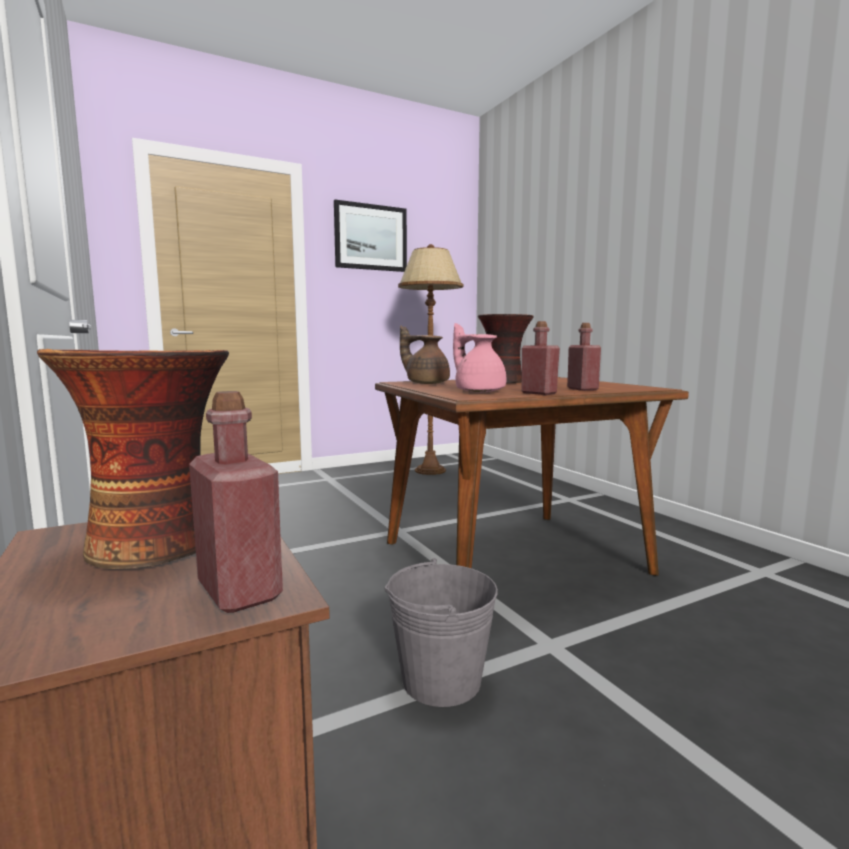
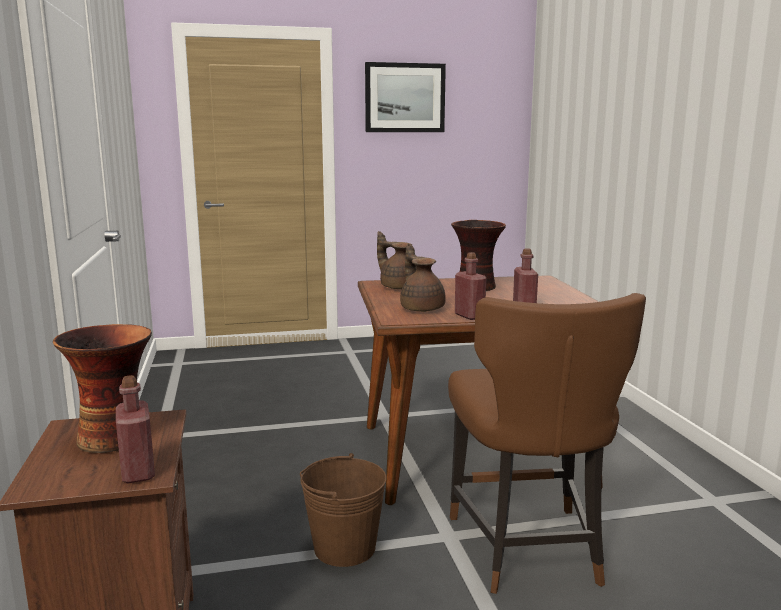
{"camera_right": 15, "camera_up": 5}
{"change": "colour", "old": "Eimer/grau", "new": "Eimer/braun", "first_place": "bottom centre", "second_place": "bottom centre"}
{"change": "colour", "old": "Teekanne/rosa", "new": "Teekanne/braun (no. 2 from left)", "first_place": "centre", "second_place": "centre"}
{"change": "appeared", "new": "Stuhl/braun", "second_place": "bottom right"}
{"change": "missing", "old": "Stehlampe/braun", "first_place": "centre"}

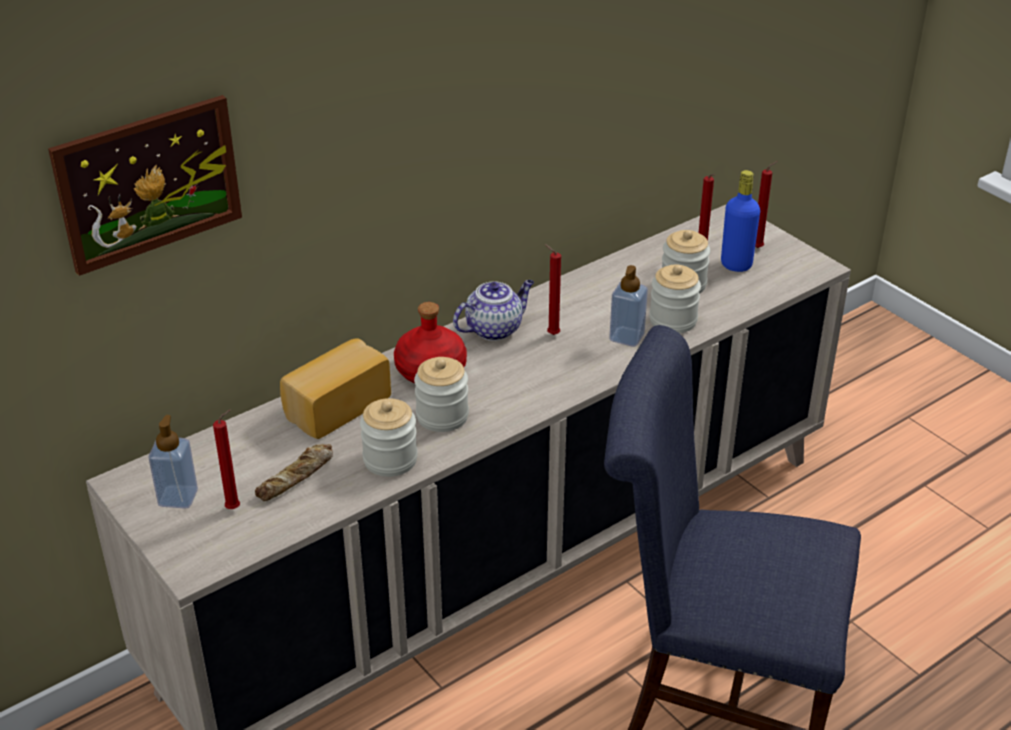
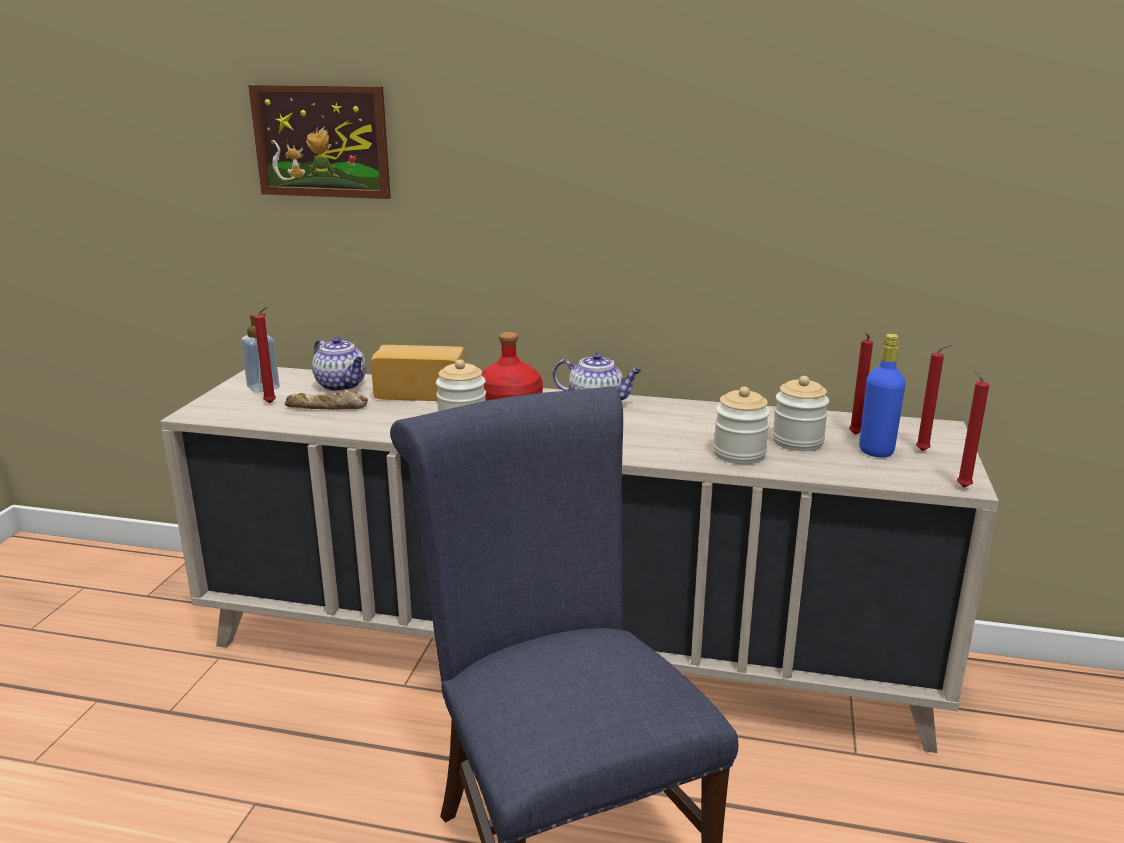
{"camera_right": 50, "camera_up": -15}
{"change": "appeared", "new": "Teekanne (no. 1 from left)", "second_place": "middle left"}
{"change": "relocated", "old": "Kerze/rot (no. 2 from left in the first image)", "new": "Kerze/rot (no. 4 from left)", "first_place": "centre", "second_place": "middle right"}
{"change": "missing", "old": "Vorratsglas (no. 1 from left)", "first_place": "centre"}
{"change": "missing", "old": "Seifenspender (no. 2 from left)", "first_place": "centre"}

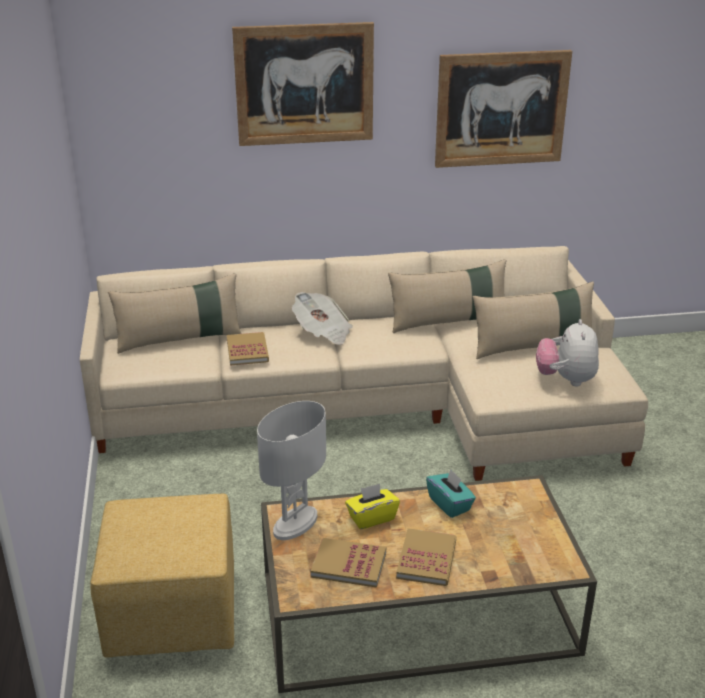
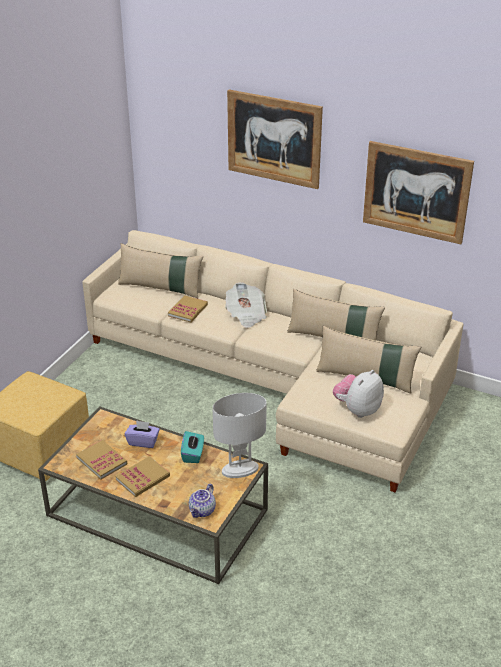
{"camera_right": 35, "camera_up": 5}
{"change": "colour", "old": "Taschentuchbox/gelb", "new": "Taschentuchbox/lila", "first_place": "bottom centre", "second_place": "middle left"}
{"change": "appeared", "new": "Teekanne", "second_place": "bottom centre"}
{"change": "relocated", "old": "Tischlampe/weiß", "first_place": "bottom centre", "second_place": "centre"}

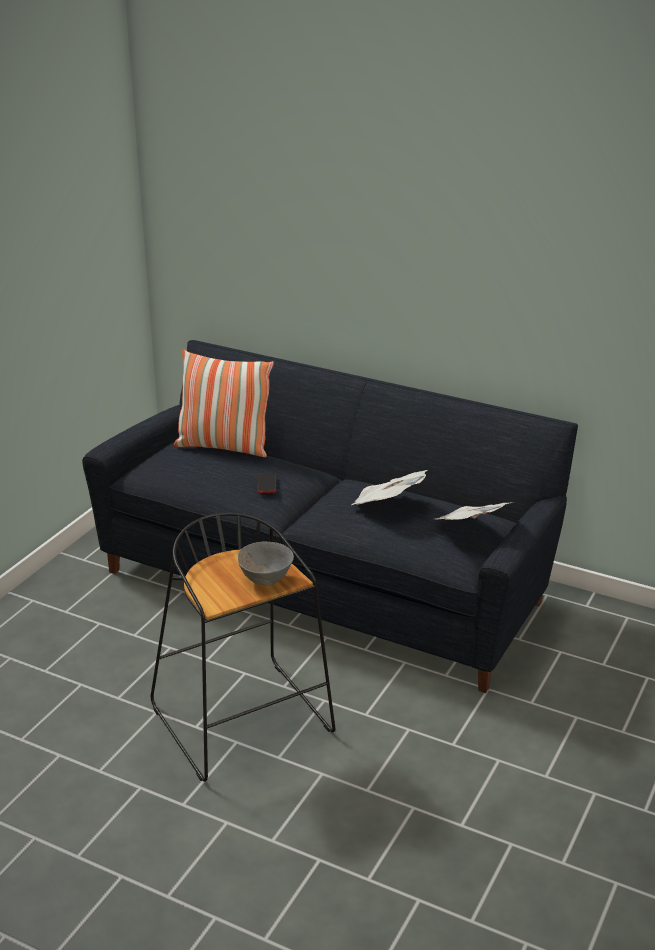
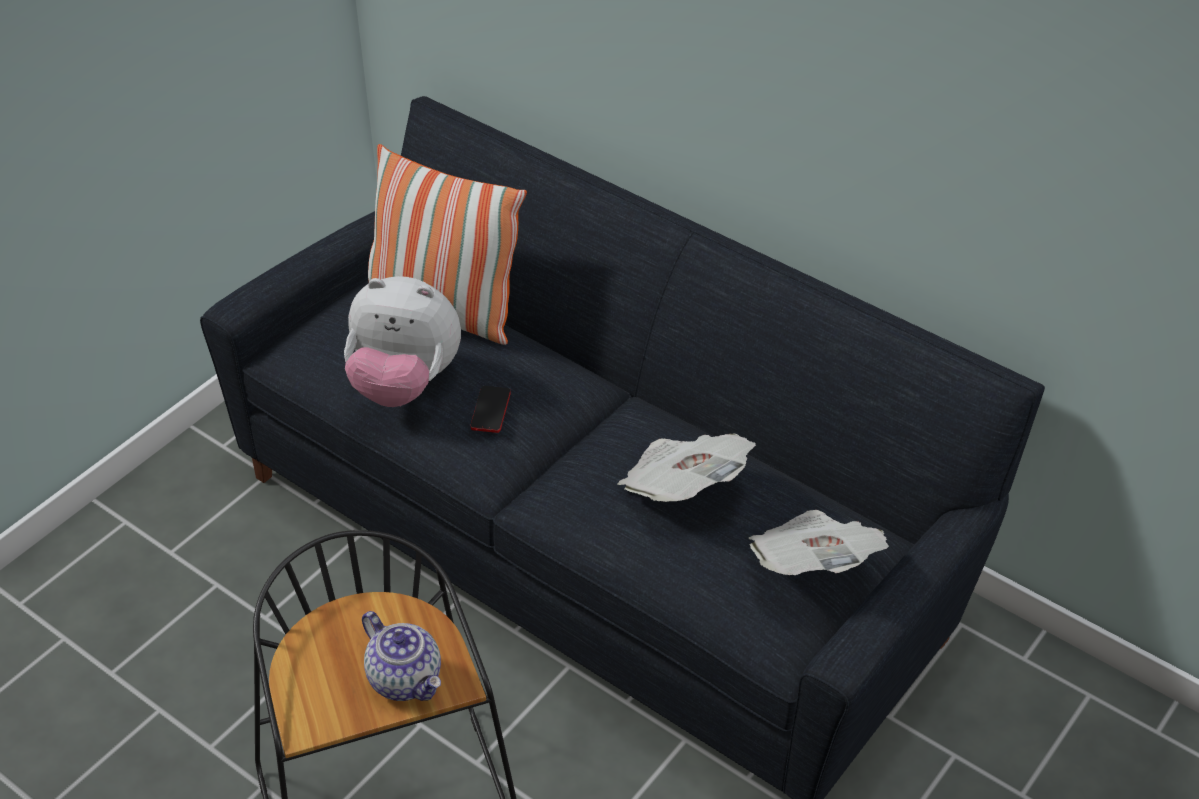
{"camera_right": 10, "camera_up": 15}
{"change": "appeared", "new": "Plüschtier", "second_place": "centre"}
{"change": "exchanged", "old": "Schüssel/grau", "new": "Teekanne", "first_place": "centre", "second_place": "bottom centre"}

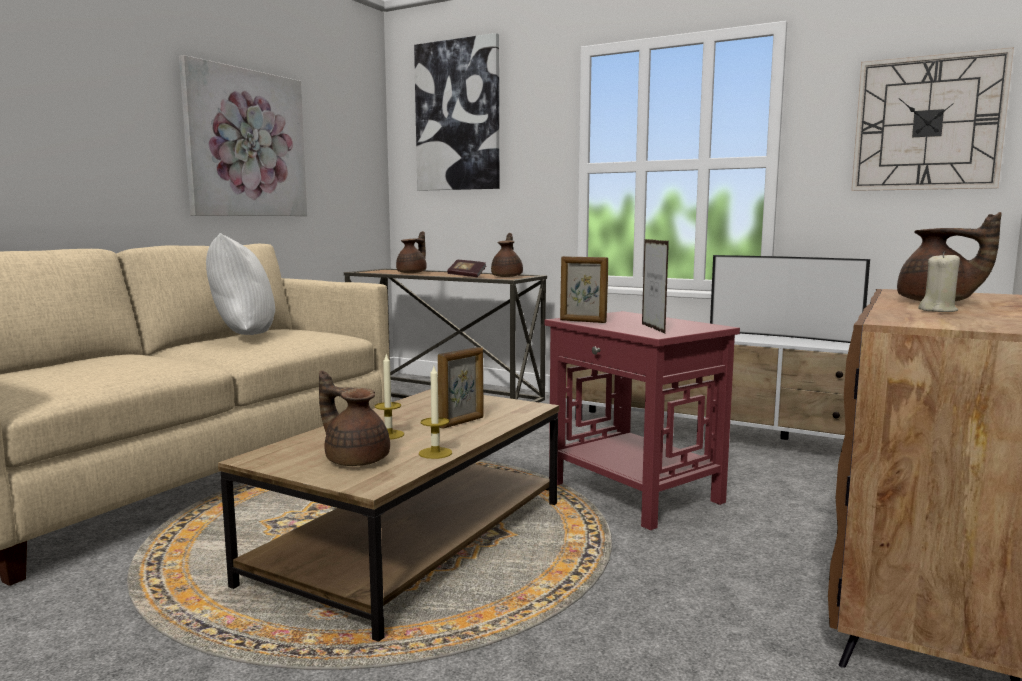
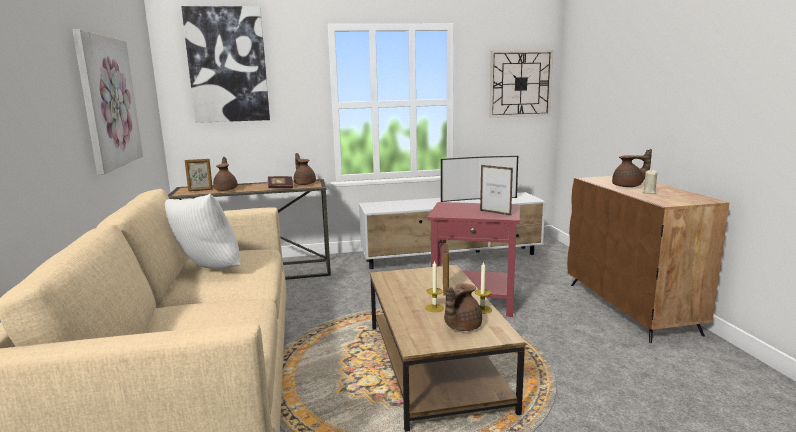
{"camera_right": -40, "camera_up": 5}
{"change": "relocated", "old": "Bilderrahmen (no. 2 from left in the first image)", "new": "Bilderrahmen (no. 1 from left)", "first_place": "centre", "second_place": "middle left"}
{"change": "spun", "old": "Teekanne/braun (no. 1 from left in the first image)", "first_place": "centre", "second_place": "bottom centre", "degrees": -45}

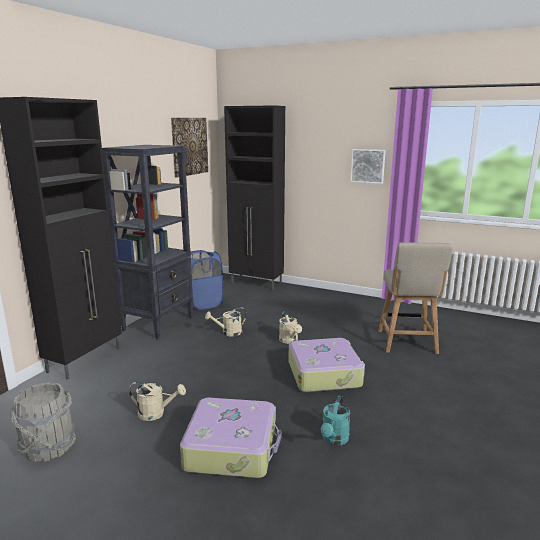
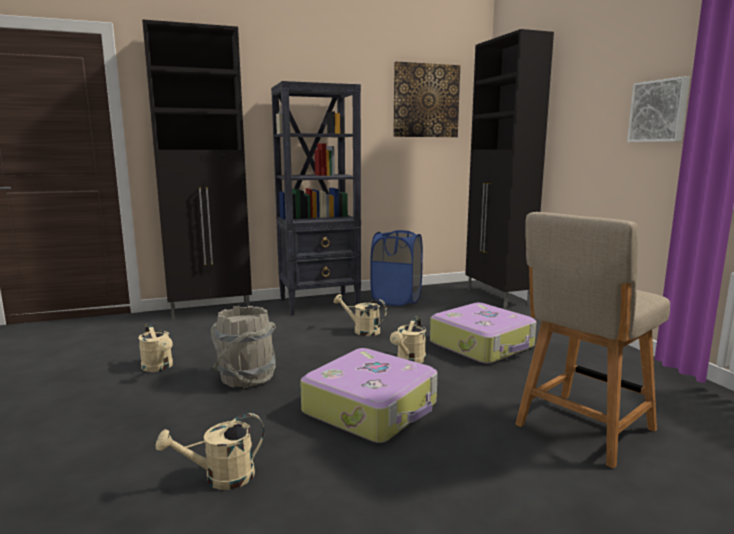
{"camera_right": 45, "camera_up": -5}
{"change": "colour", "old": "Gießkanne/türkis", "new": "Gießkanne/beige (no. 2 from left)", "first_place": "bottom centre", "second_place": "bottom left"}
{"change": "relocated", "old": "Eimer/grau", "first_place": "bottom left", "second_place": "middle left"}
{"change": "relocated", "old": "Koffer (no. 1 from left in the first image)", "new": "Koffer (no. 2 from left)", "first_place": "bottom centre", "second_place": "centre"}

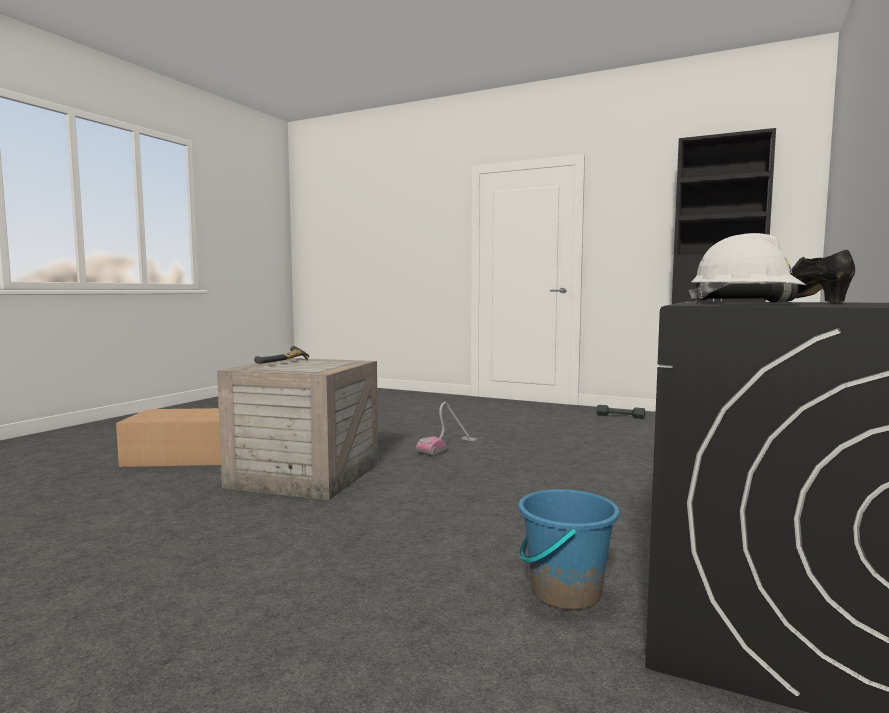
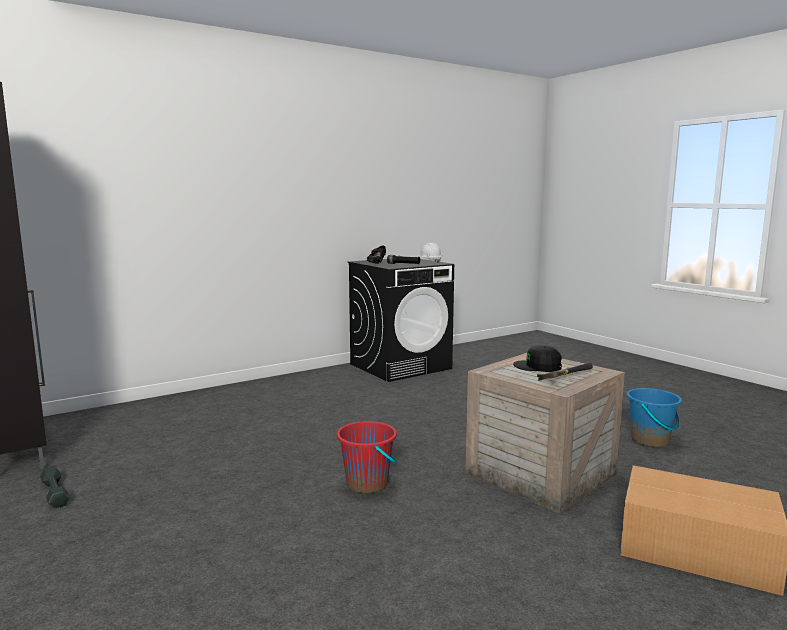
{"camera_right": -150, "camera_up": 5}
{"change": "exchanged", "old": "Staubsauger", "new": "Eimer/rot", "first_place": "centre", "second_place": "bottom centre"}
{"change": "appeared", "new": "Kappe/schwarz", "second_place": "middle right"}
{"change": "relocated", "old": "Eimer/blau", "first_place": "bottom centre", "second_place": "middle right"}

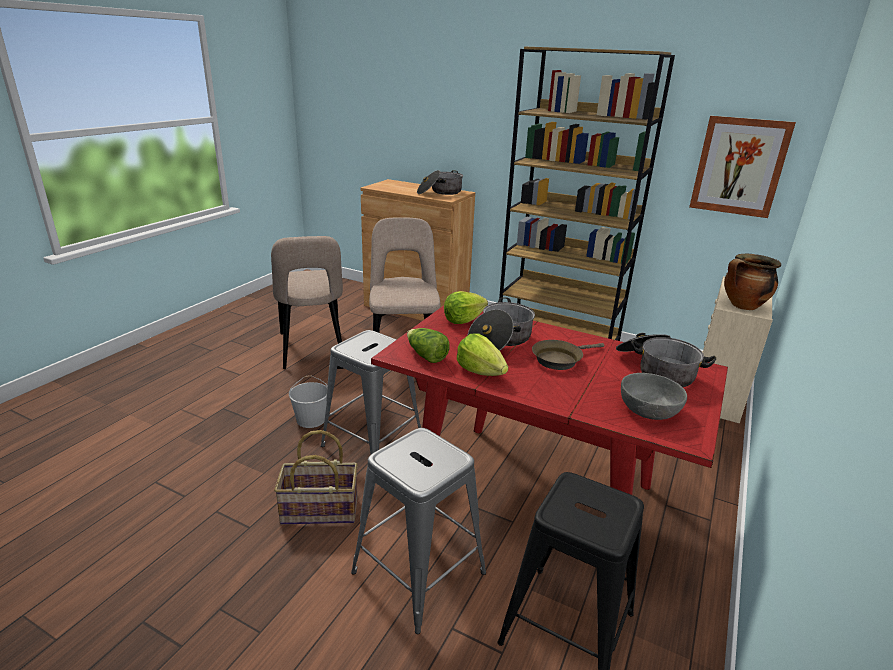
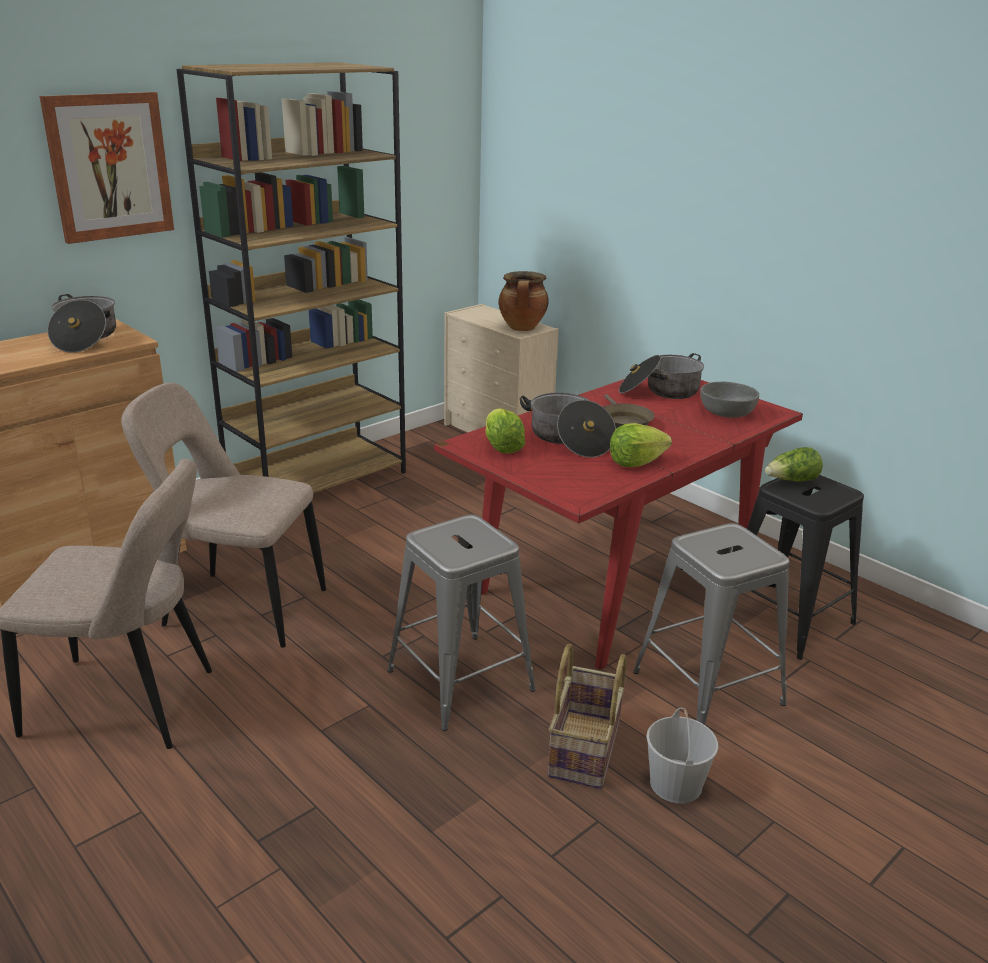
{"camera_right": -70, "camera_up": 0}
{"change": "relocated", "old": "Bild", "first_place": "top right", "second_place": "top left"}
{"change": "relocated", "old": "Eimer/weiß", "first_place": "centre", "second_place": "bottom right"}
{"change": "relocated", "old": "Salatkopf (no. 1 from left in the first image)", "new": "Salatkopf (no. 3 from left)", "first_place": "centre", "second_place": "middle right"}

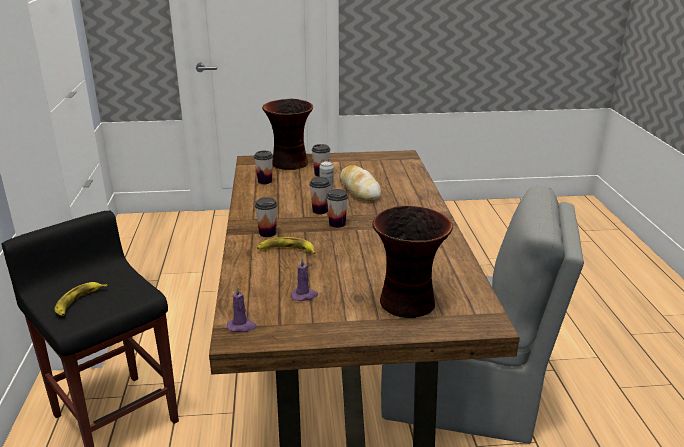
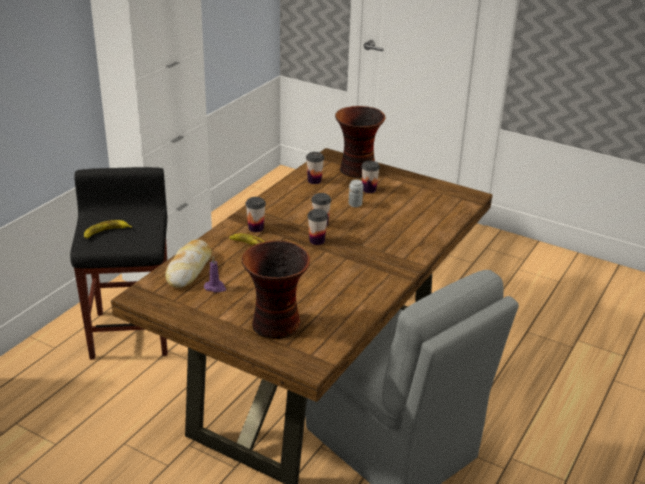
{"camera_right": 35, "camera_up": 5}
{"change": "relocated", "old": "Brot", "first_place": "centre", "second_place": "middle left"}
{"change": "missing", "old": "Kerze/lila (no. 1 from left)", "first_place": "bottom centre"}

